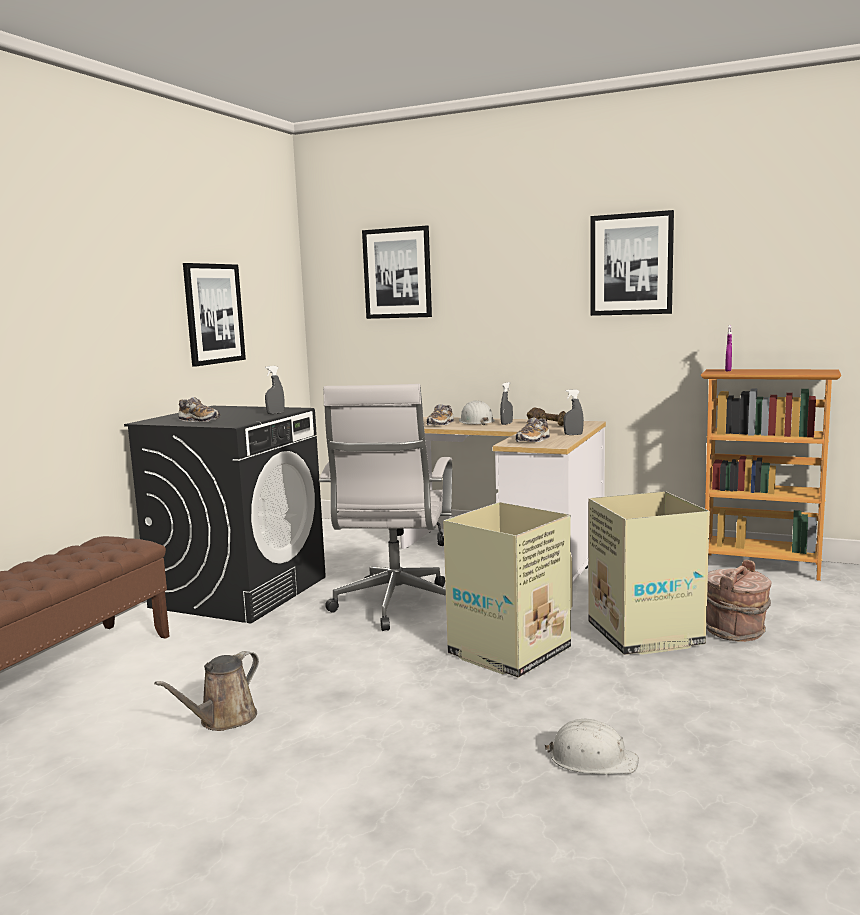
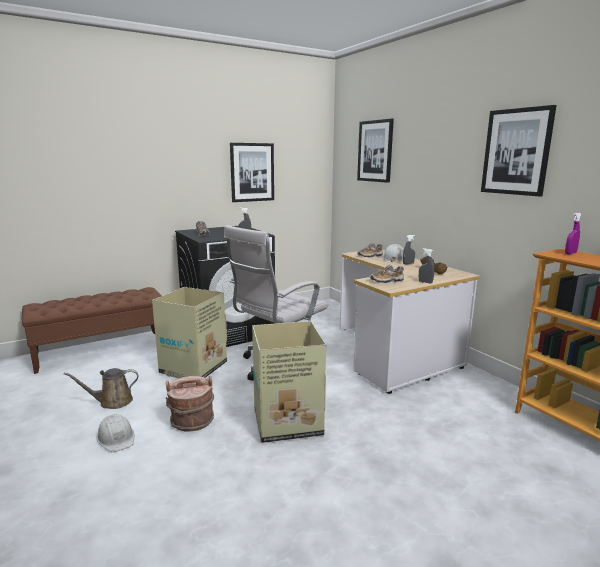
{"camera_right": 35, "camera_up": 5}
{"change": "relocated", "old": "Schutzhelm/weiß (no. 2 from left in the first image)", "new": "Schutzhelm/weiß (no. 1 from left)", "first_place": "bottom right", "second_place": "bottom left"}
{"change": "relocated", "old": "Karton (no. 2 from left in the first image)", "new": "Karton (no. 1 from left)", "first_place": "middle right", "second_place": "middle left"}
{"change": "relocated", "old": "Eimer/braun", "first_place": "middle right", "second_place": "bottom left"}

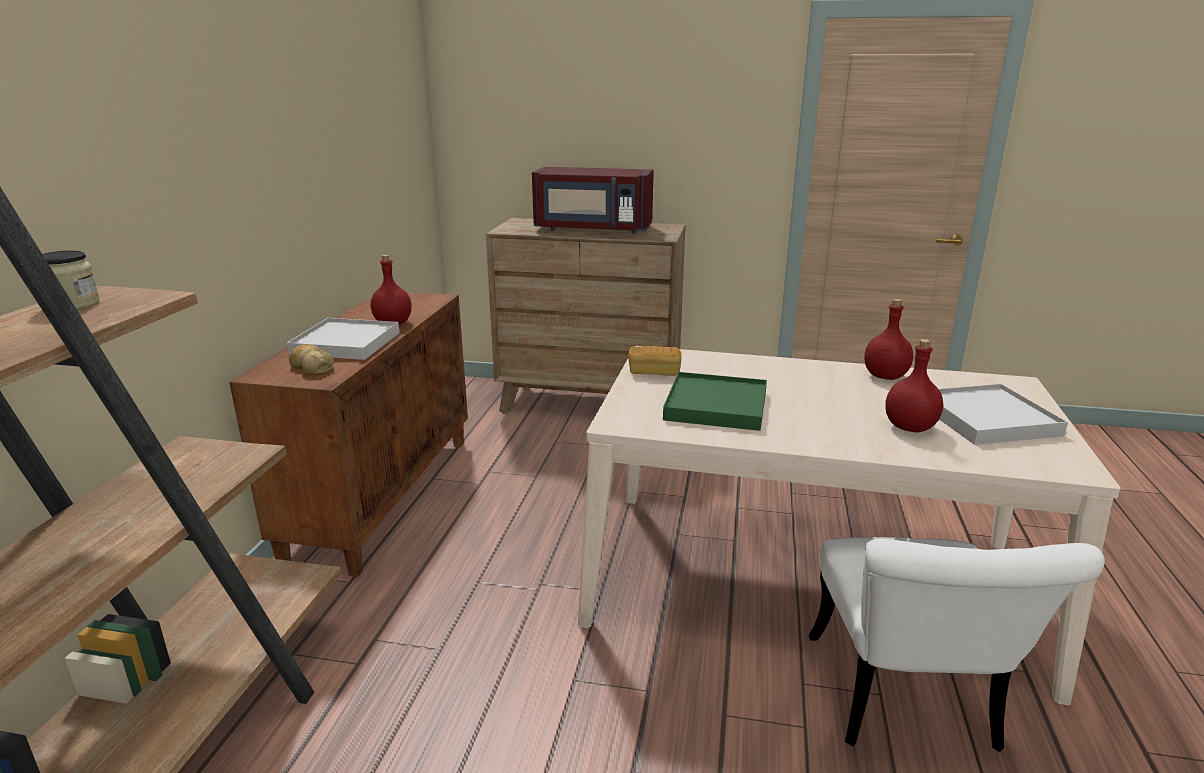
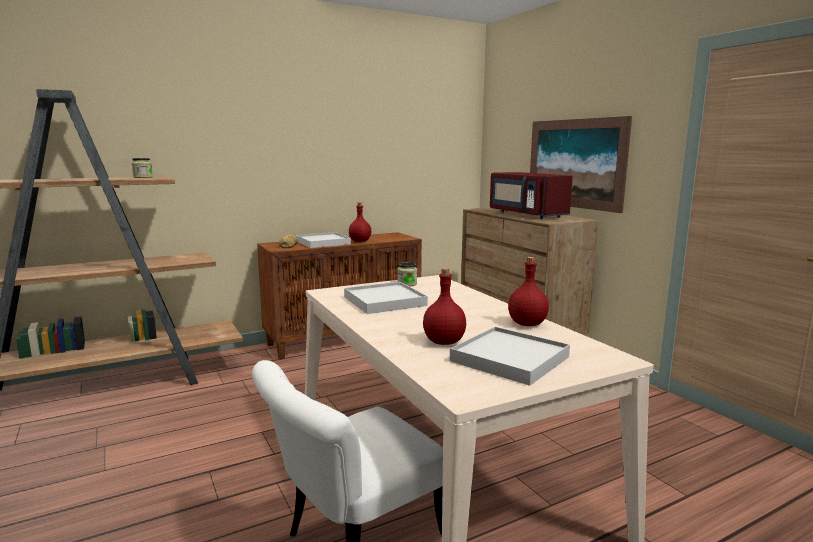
{"camera_right": 50, "camera_up": -10}
{"change": "colour", "old": "Tablett/grün", "new": "Tablett/weiß (no. 2 from left)", "first_place": "centre", "second_place": "centre"}
{"change": "exchanged", "old": "Brot (no. 2 from left)", "new": "Vorratsglas (no. 2 from left)", "first_place": "centre", "second_place": "centre"}
{"change": "appeared", "new": "Bild", "second_place": "top right"}

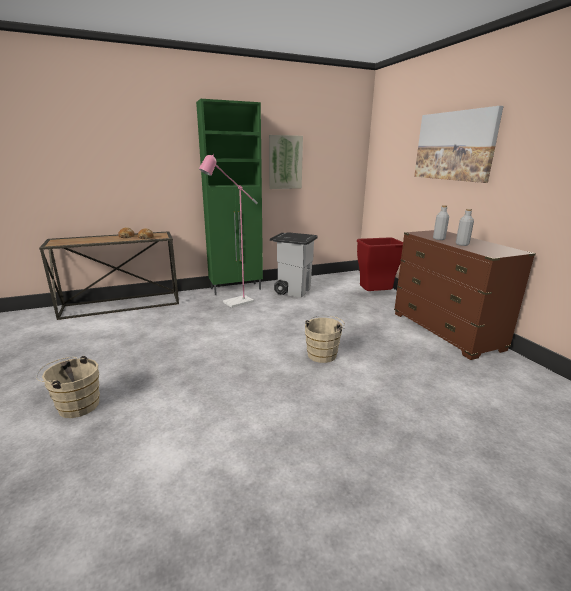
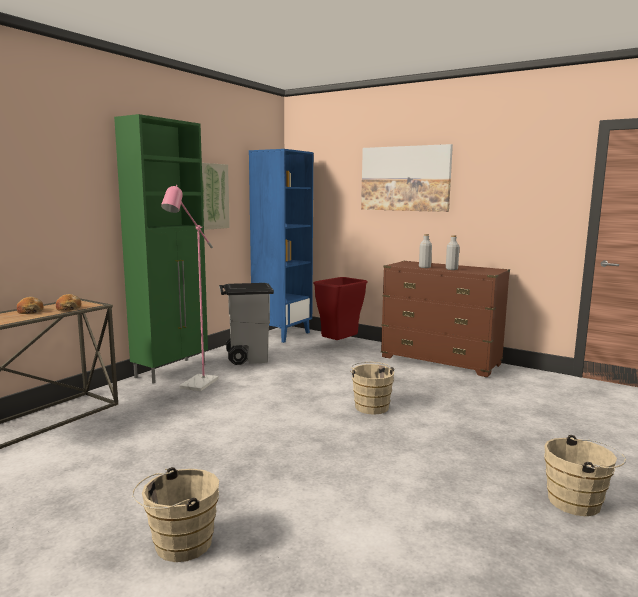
{"camera_right": -35, "camera_up": -10}
{"change": "appeared", "new": "Bücherregal/blau", "second_place": "centre"}
{"change": "appeared", "new": "Eimer/beige (no. 3 from left)", "second_place": "bottom right"}

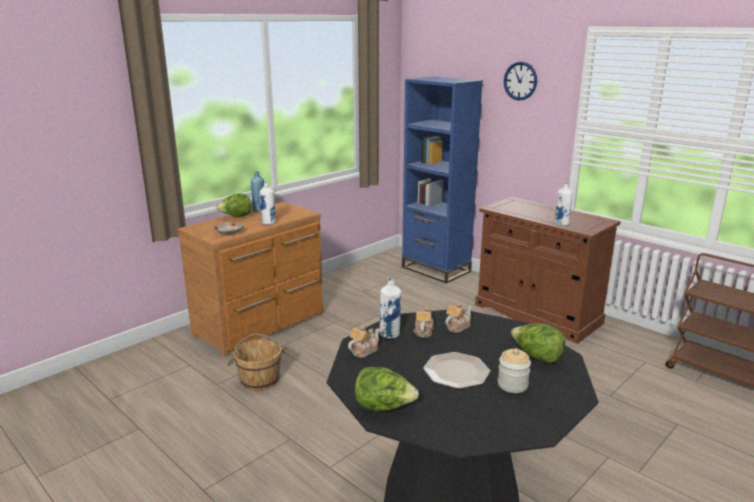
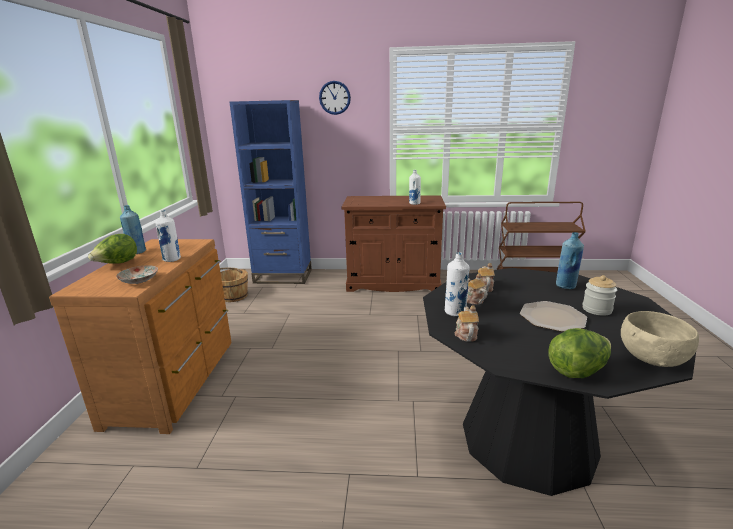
{"camera_right": -40, "camera_up": 0}
{"change": "relocated", "old": "Eimer/braun", "first_place": "bottom centre", "second_place": "middle left"}
{"change": "exchanged", "old": "Salatkopf (no. 3 from left)", "new": "Flasche/blau (no. 2 from left)", "first_place": "bottom right", "second_place": "middle right"}
{"change": "appeared", "new": "Schüssel/beige", "second_place": "middle right"}

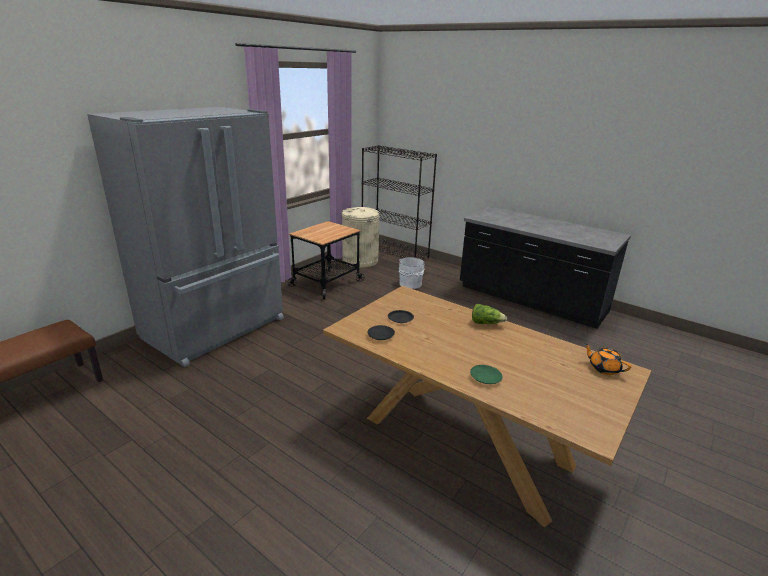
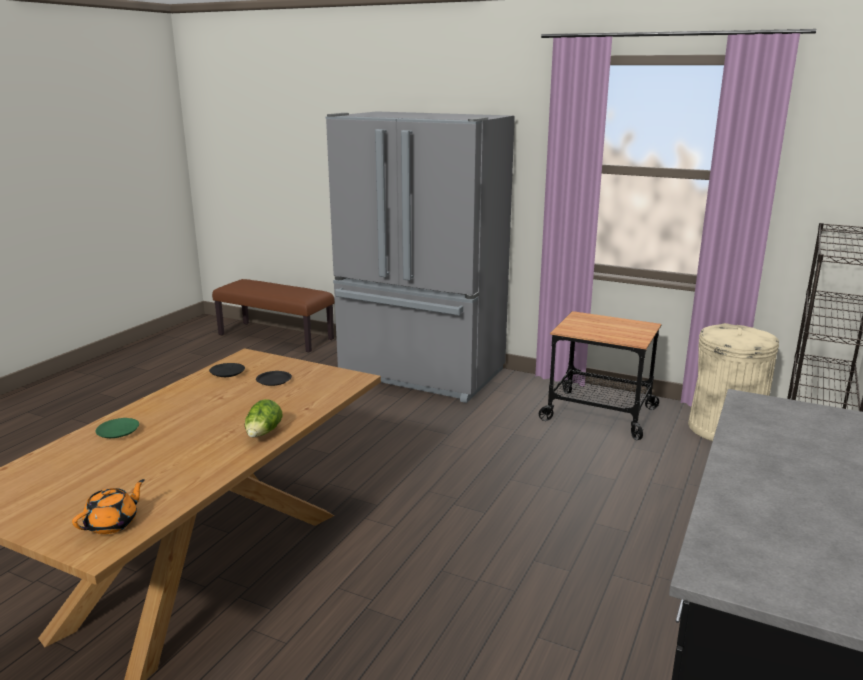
{"camera_right": 80, "camera_up": -5}
{"change": "missing", "old": "Eimer/weiß", "first_place": "centre"}

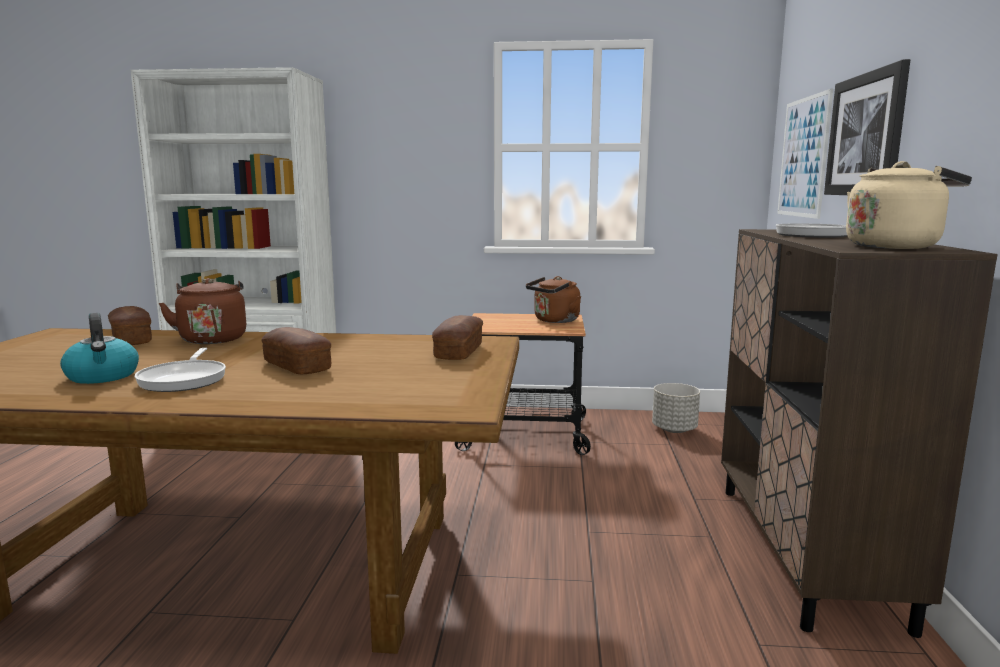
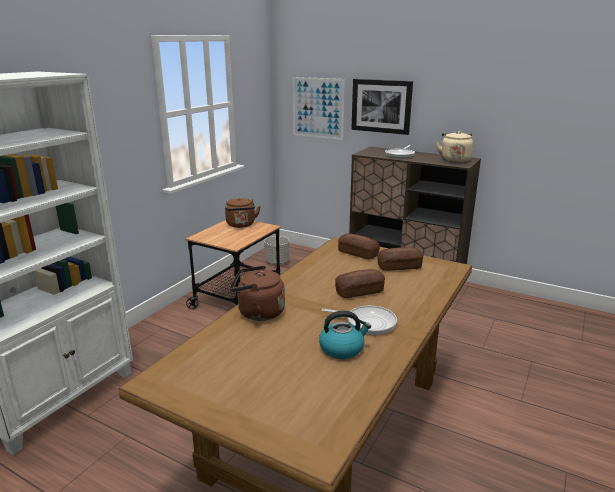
{"camera_right": -65, "camera_up": 10}
{"change": "relocated", "old": "Brot (no. 1 from left in the first image)", "new": "Brot (no. 3 from left)", "first_place": "middle left", "second_place": "centre"}

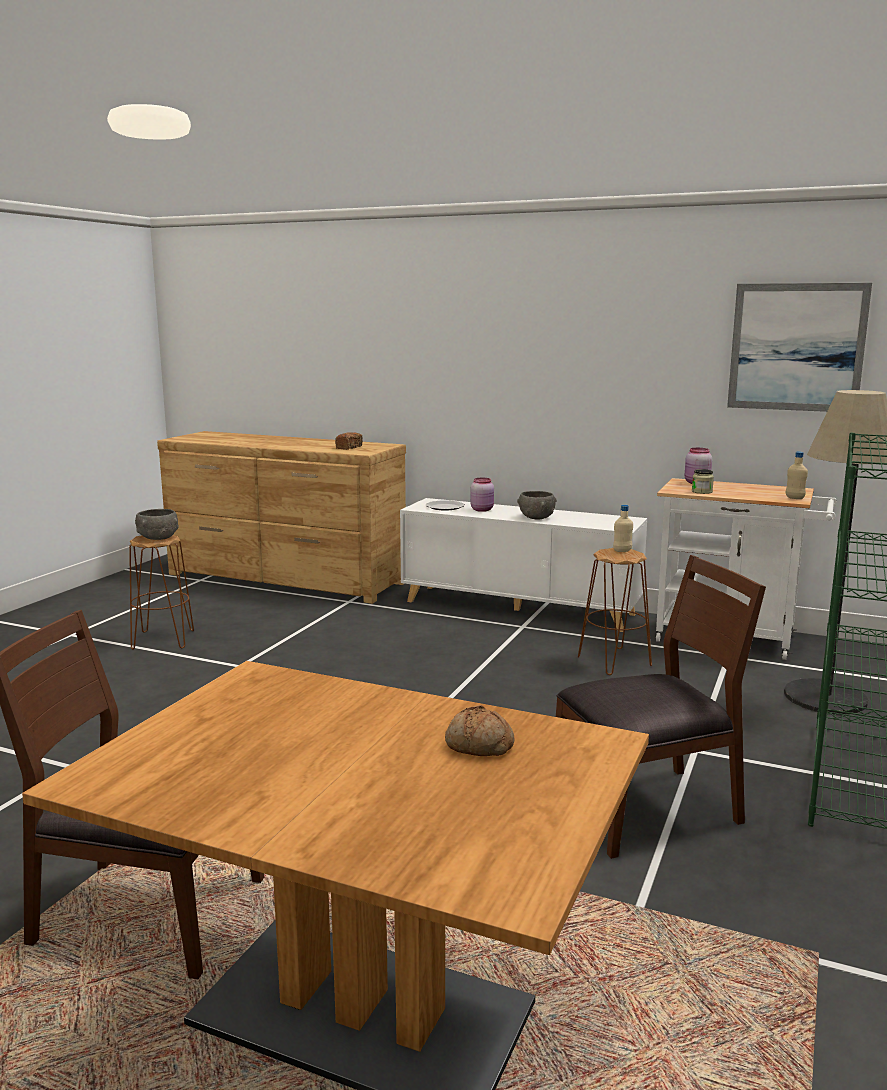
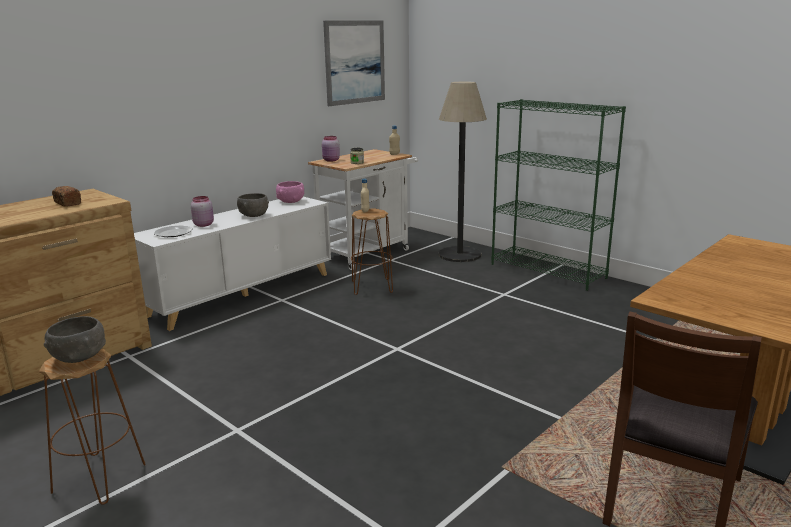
{"camera_right": -70, "camera_up": 5}
{"change": "appeared", "new": "Schüssel/rosa", "second_place": "centre"}
{"change": "missing", "old": "Brot (no. 2 from left)", "first_place": "bottom centre"}
{"change": "missing", "old": "Stuhl/braun (no. 2 from left)", "first_place": "middle right"}

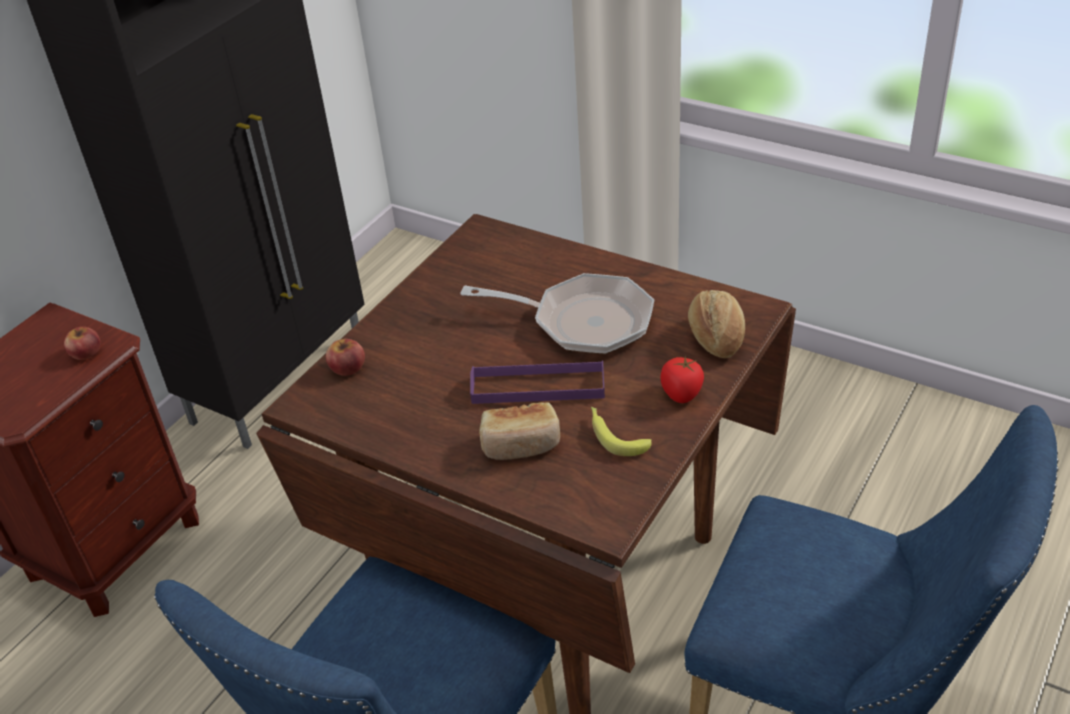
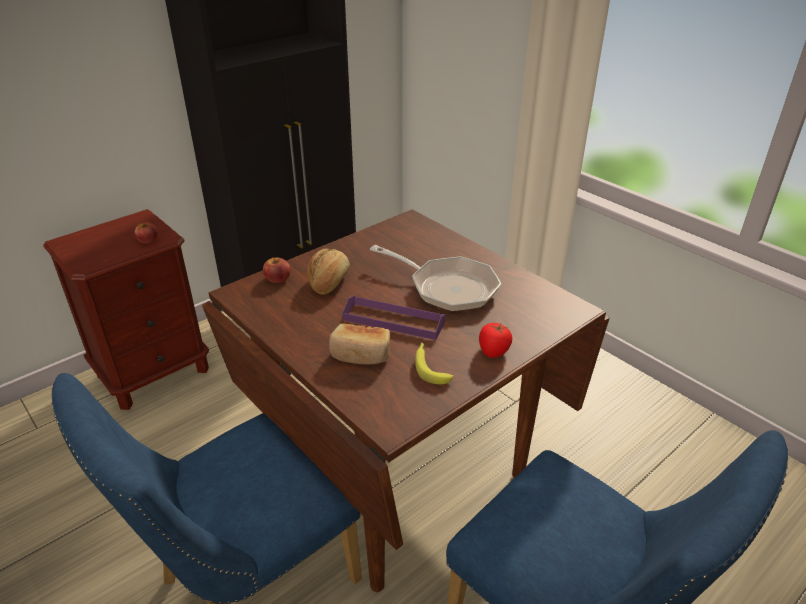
{"camera_right": 15, "camera_up": -5}
{"change": "relocated", "old": "Brot (no. 2 from left in the first image)", "new": "Brot (no. 1 from left)", "first_place": "middle right", "second_place": "centre"}

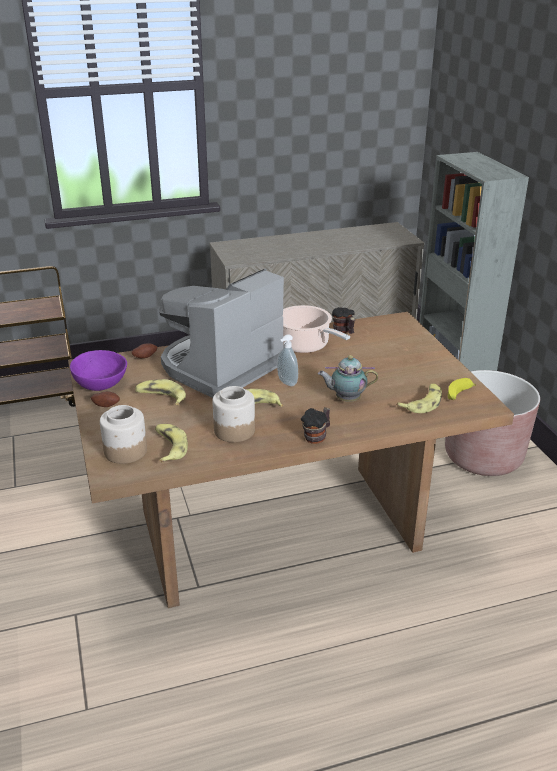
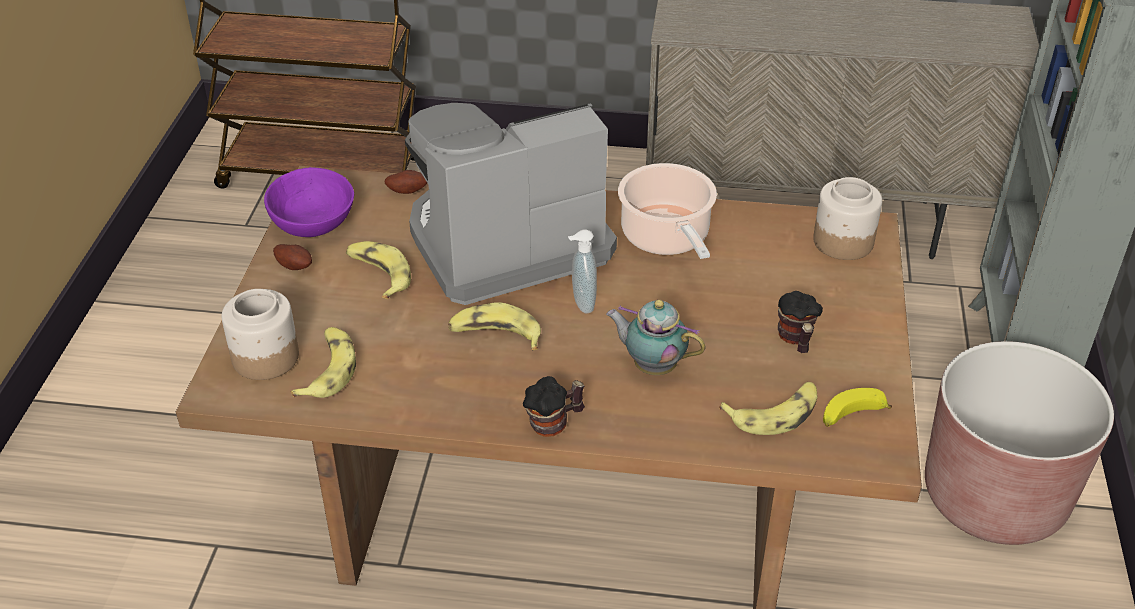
{"camera_right": 25, "camera_up": 10}
{"change": "relocated", "old": "Henkelbecher (no. 2 from left)", "first_place": "centre", "second_place": "middle right"}
{"change": "relocated", "old": "Vorratsglas (no. 2 from left)", "first_place": "centre", "second_place": "middle right"}

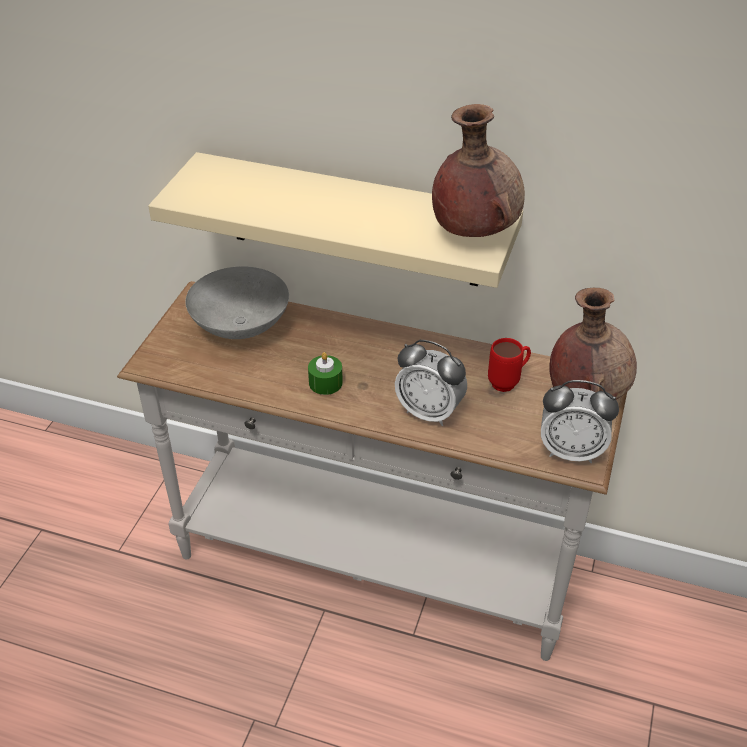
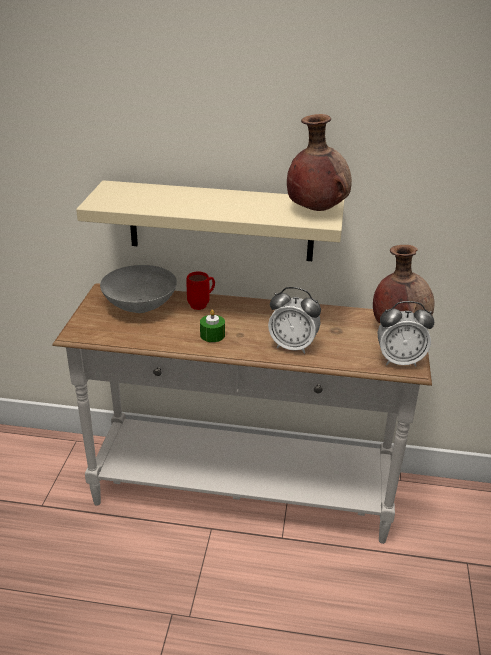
{"camera_right": -10, "camera_up": -10}
{"change": "relocated", "old": "Henkelbecher/rot", "first_place": "middle right", "second_place": "centre"}

